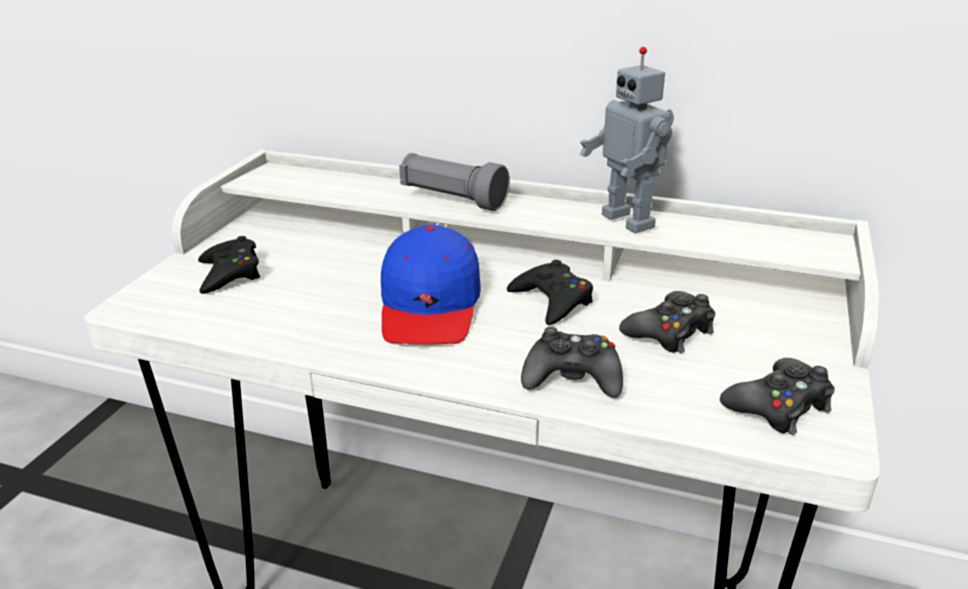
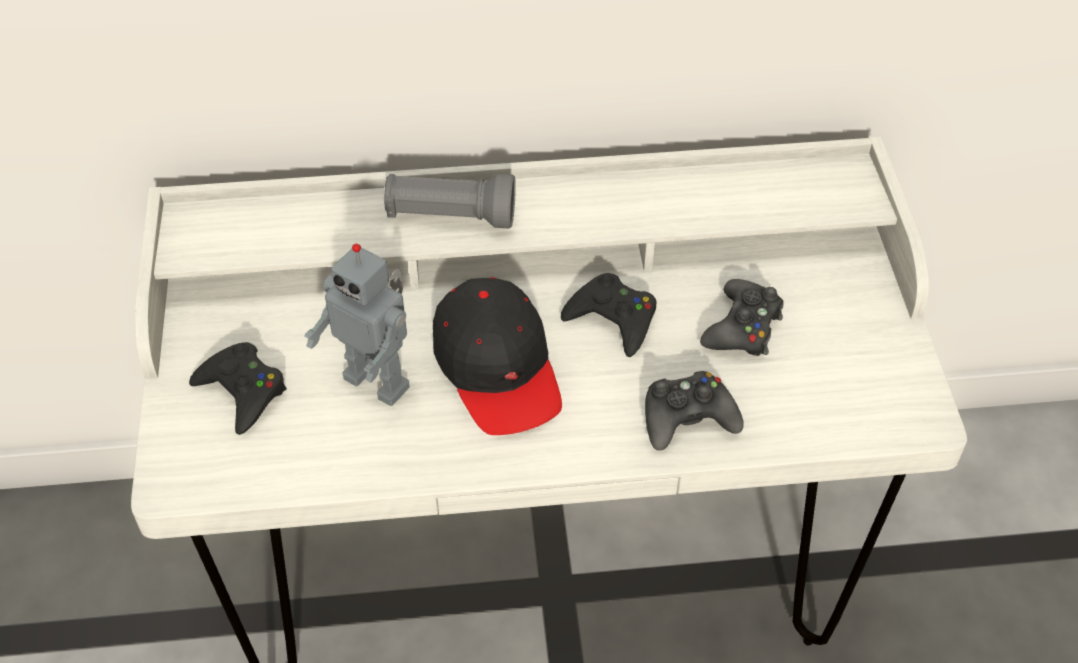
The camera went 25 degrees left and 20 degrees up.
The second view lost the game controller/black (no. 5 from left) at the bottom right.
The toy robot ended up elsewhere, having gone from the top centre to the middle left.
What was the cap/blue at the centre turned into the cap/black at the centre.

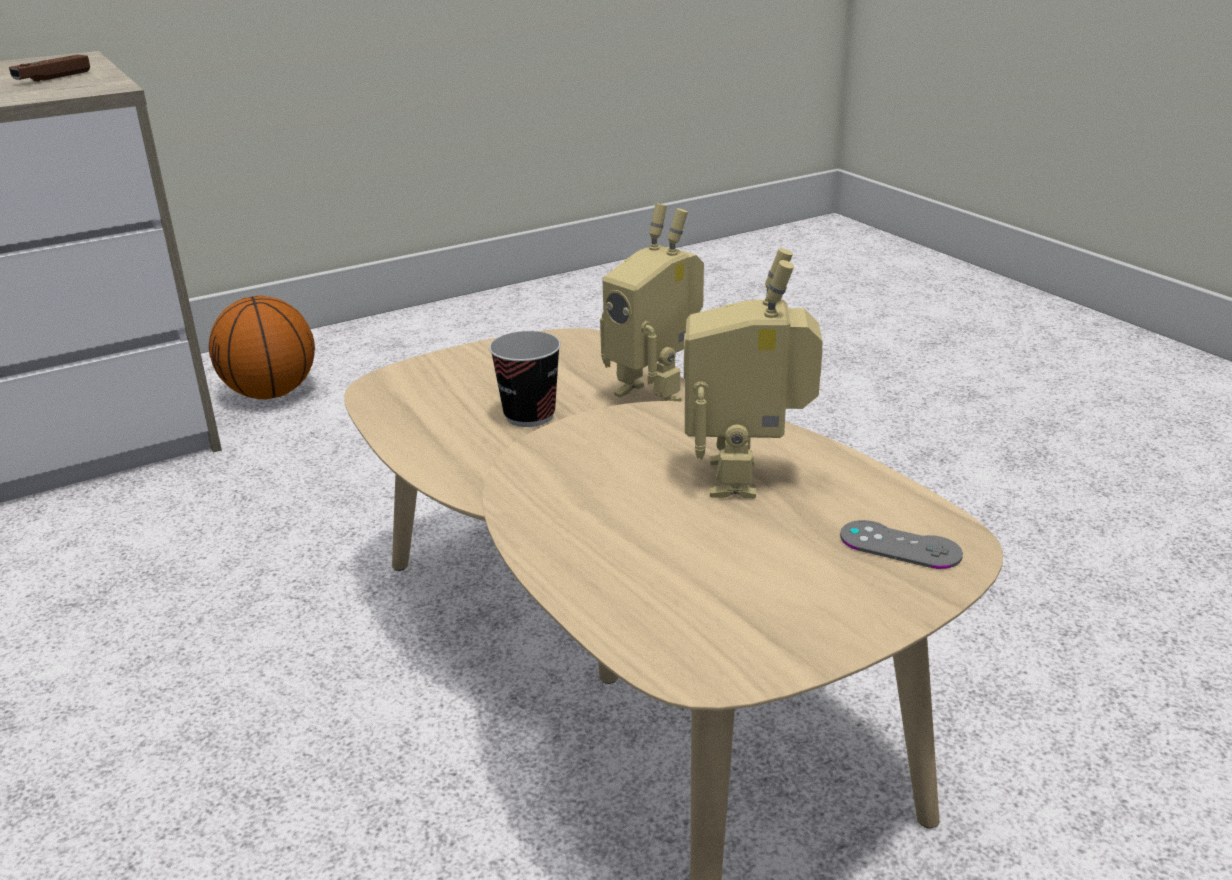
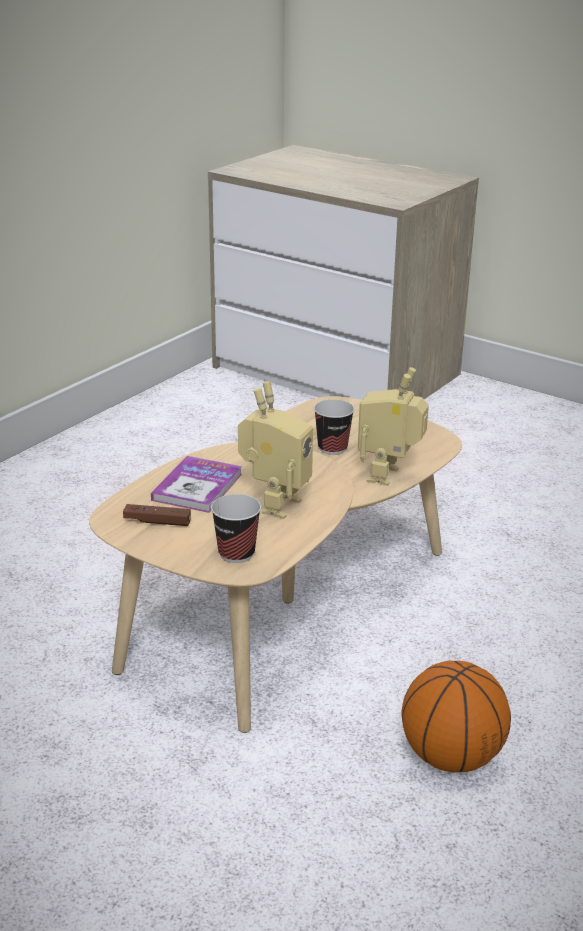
The camera went 65 degrees right and 0 degrees up.
The second view gained the book at the centre.
The game controller/brown ended up elsewhere, having gone from the top left to the middle left.
The basketball ended up elsewhere, having gone from the middle left to the bottom right.
Where the game controller/grey stood at the middle right, the cup (no. 1 from left) came to stand at the centre.
The toy robot (no. 2 from left in the first image) at the centre ended up facing another way, 135 degrees clockwise from before.

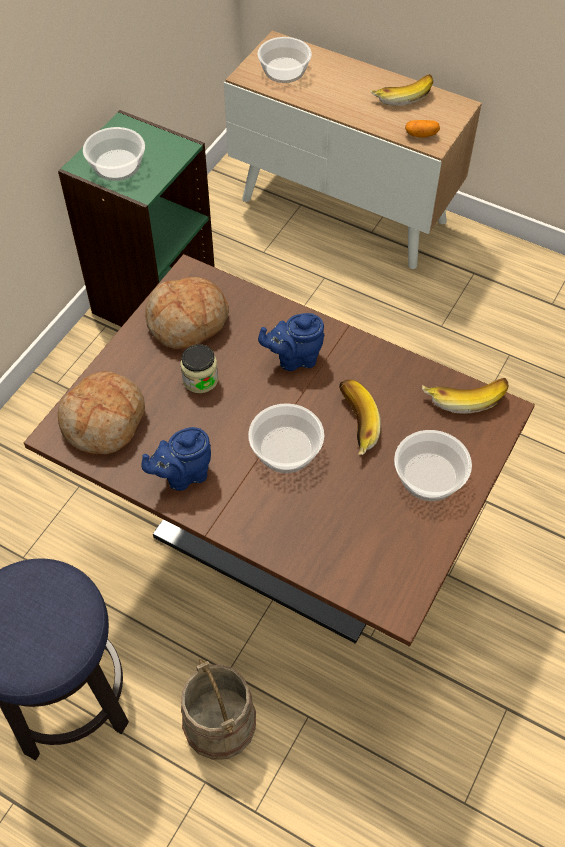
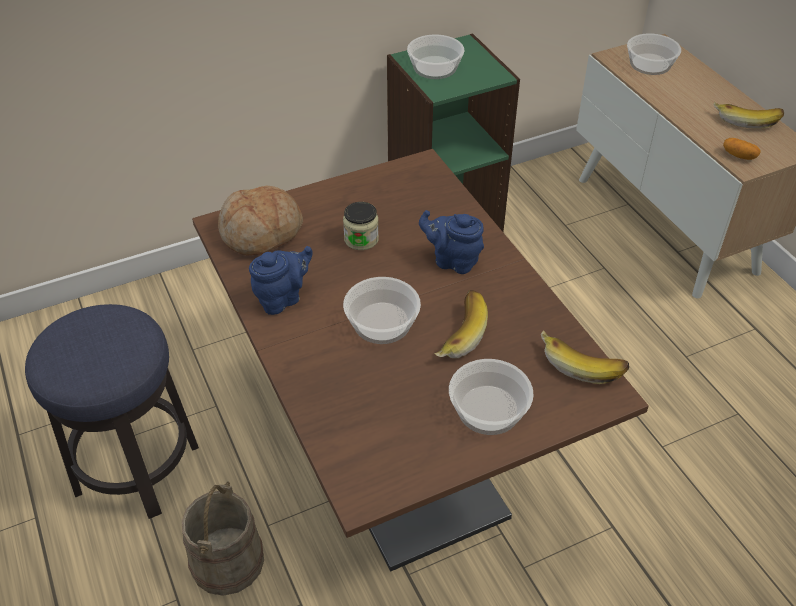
The camera went 35 degrees right and 10 degrees down.
The second view lost the bread (no. 2 from left) at the middle left.
The teapot/blue (no. 1 from left) at the middle left ended up facing another way, 135 degrees clockwise from before.

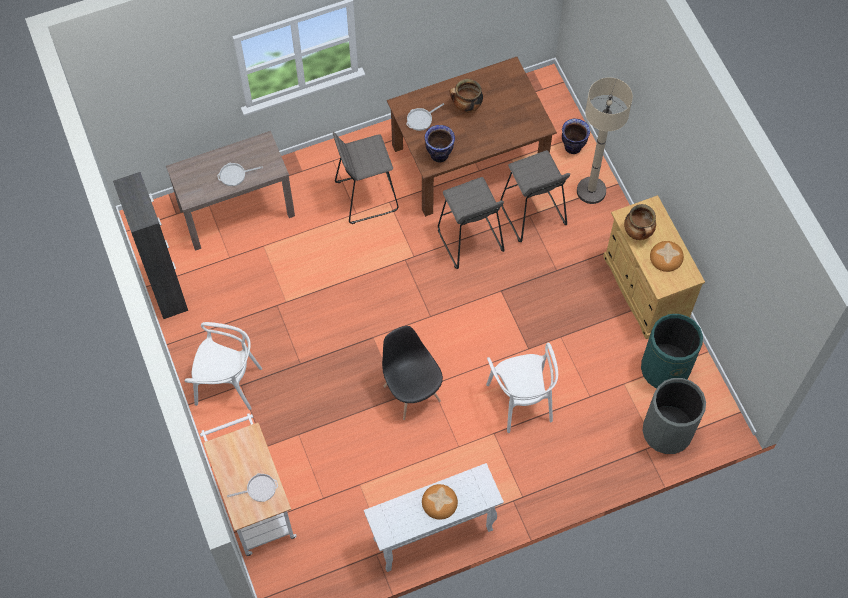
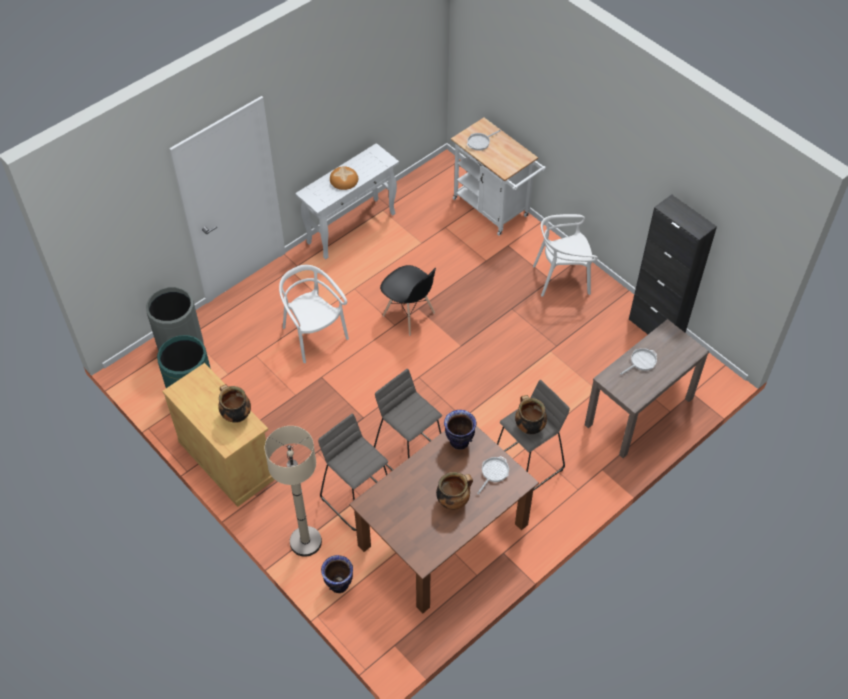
The camera went 160 degrees right and 10 degrees down.
The second view lost the bread (no. 2 from left) at the middle right.
The second view gained the cooking pot (no. 3 from left) at the centre.

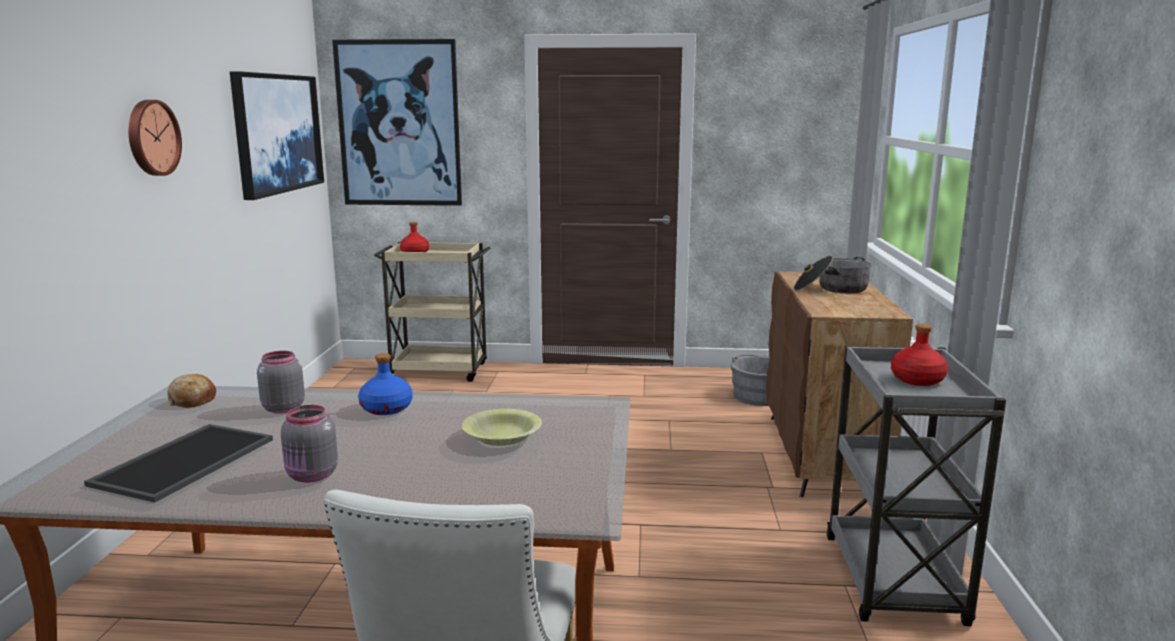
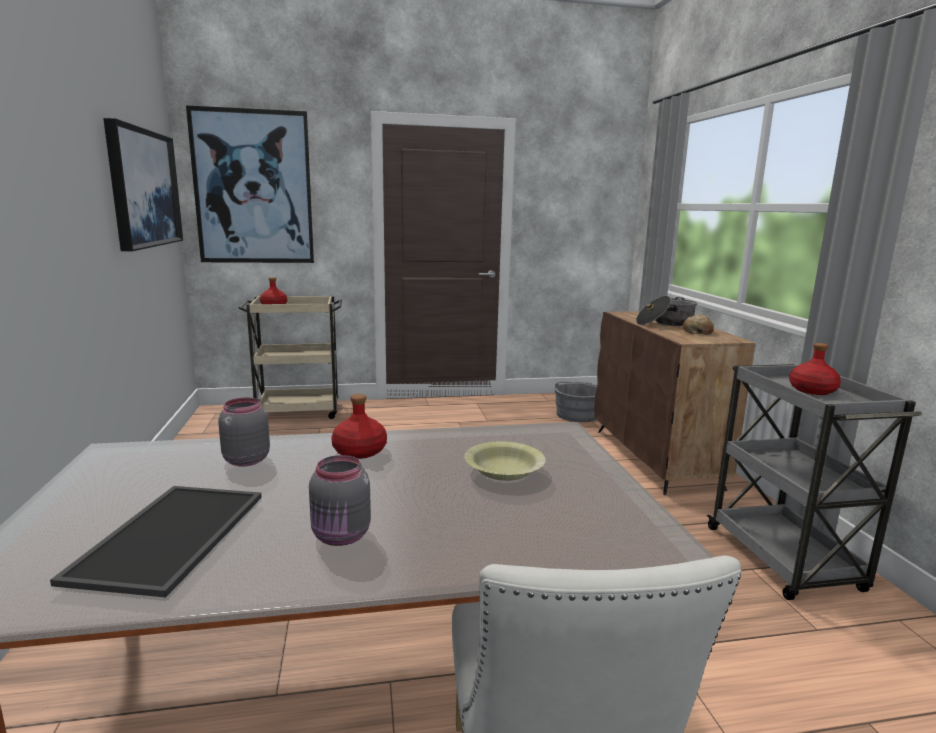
The camera went 15 degrees left and 0 degrees up.
The second view lost the wall clock at the top left.
The bread ended up elsewhere, having gone from the middle left to the middle right.
What was the bottle/blue at the middle left turned into the bottle/red (no. 2 from left) at the centre.

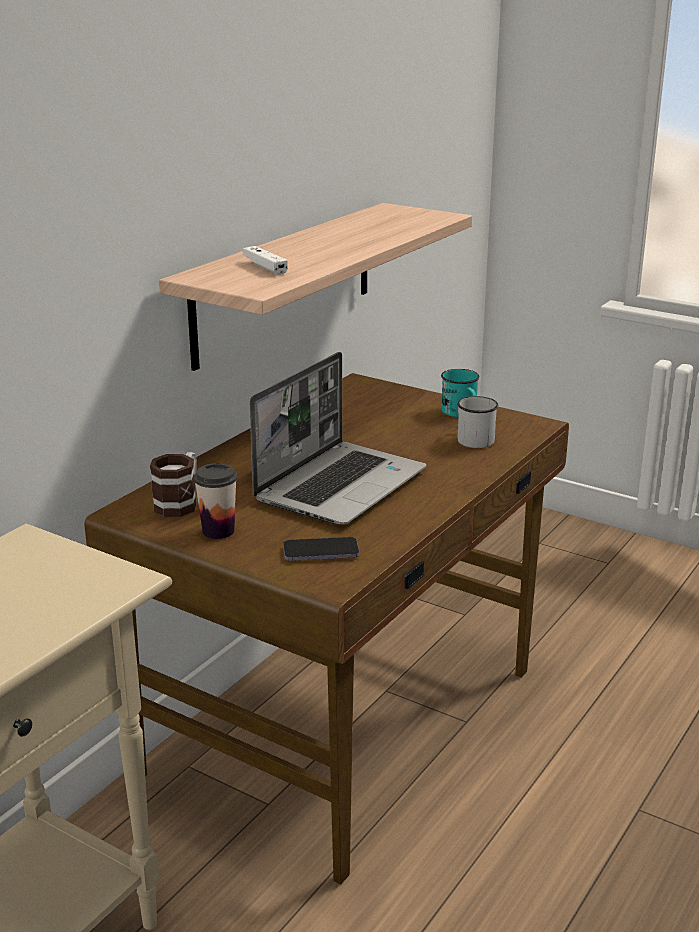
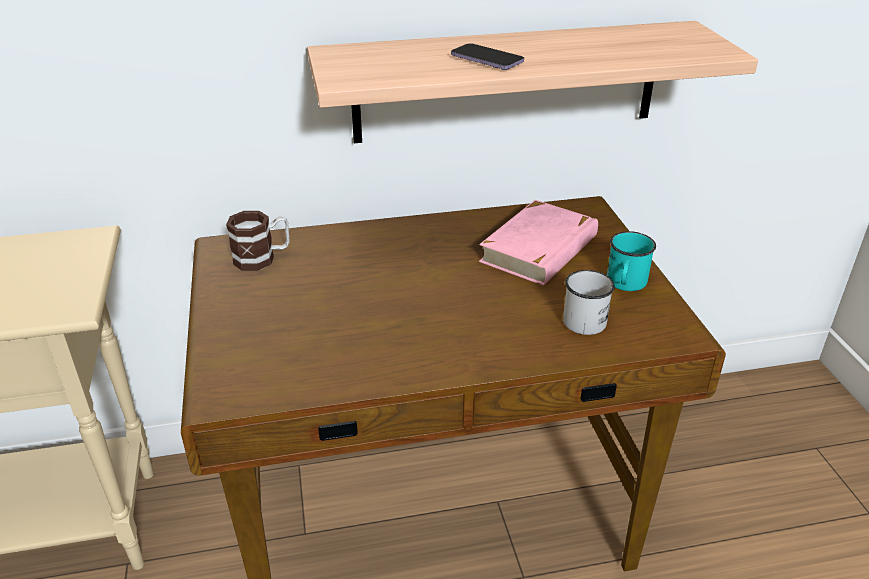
The camera went 45 degrees right and 10 degrees up.
The second view lost the cup at the middle left.
The second view lost the game controller/white at the top centre.
The second view lost the laptop at the centre.
The second view gained the book/pink at the centre.
The phone ended up elsewhere, having gone from the centre to the top centre.

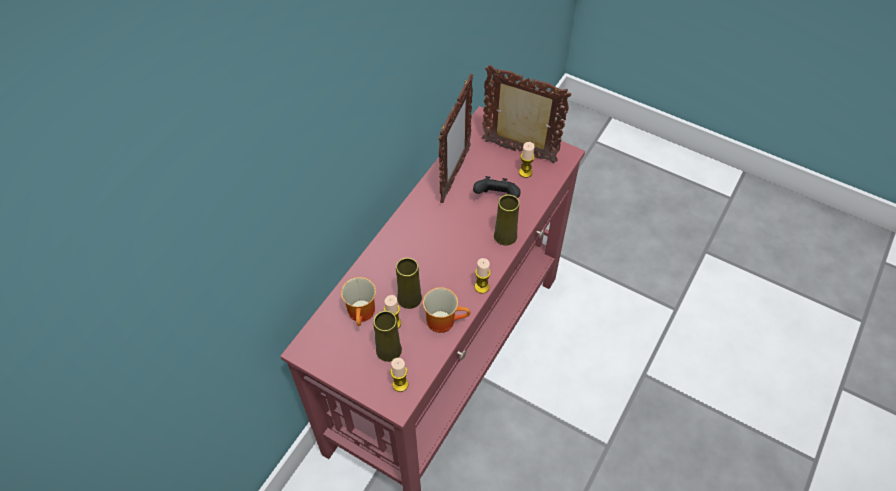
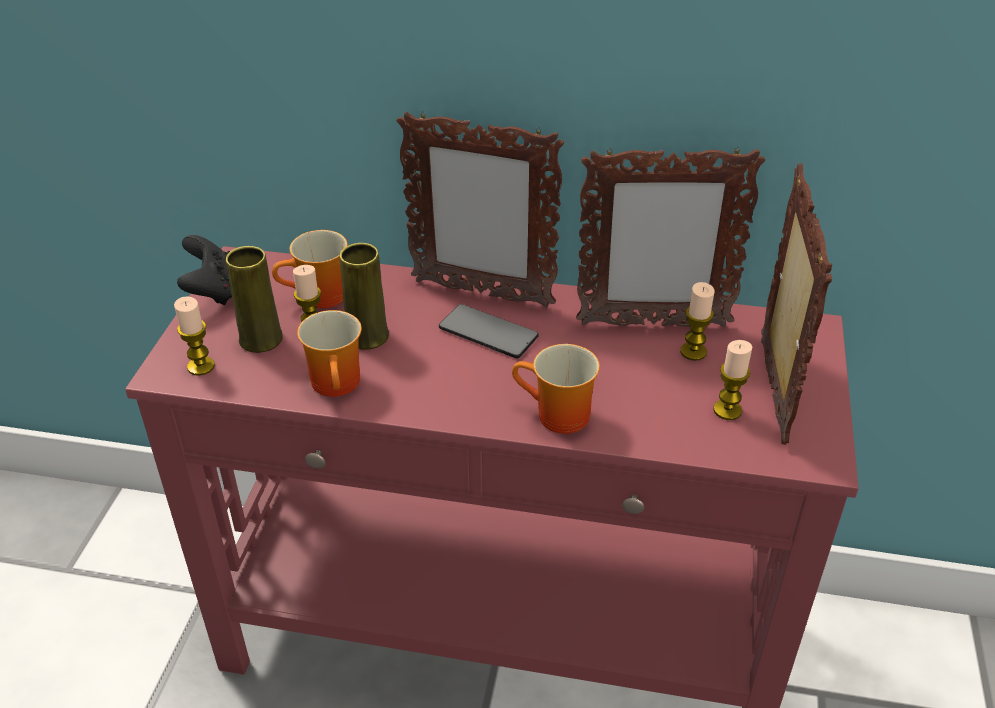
The camera went 70 degrees right and 15 degrees down.
The second view gained the picture frame (no. 1 from left) at the top centre.
The second view gained the phone at the centre.
The game controller/black ended up elsewhere, having gone from the centre to the middle left.
The candle (no. 3 from left) ended up elsewhere, having gone from the centre to the middle right.
Where the vase/yellow (no. 3 from left) stood at the centre, the mug (no. 3 from left) came to stand at the centre.

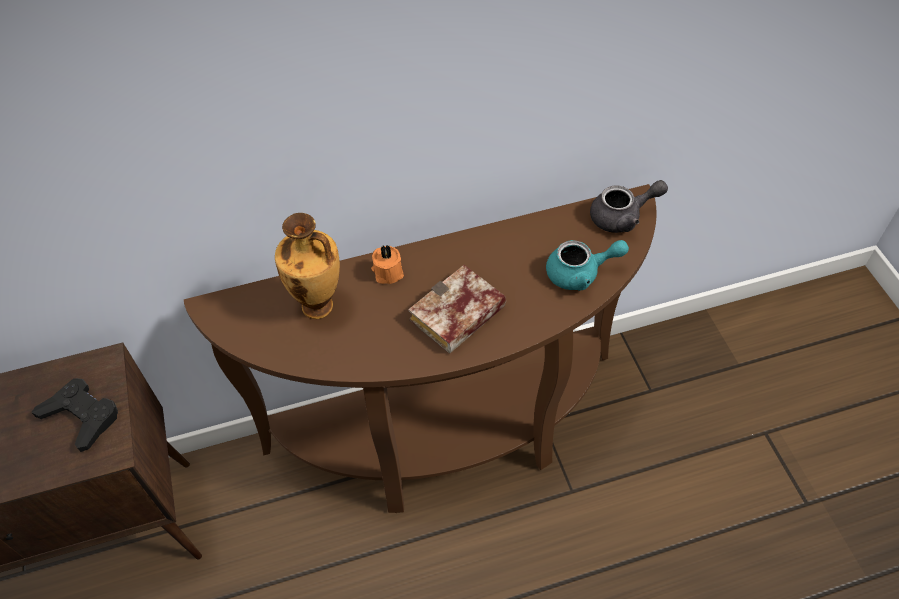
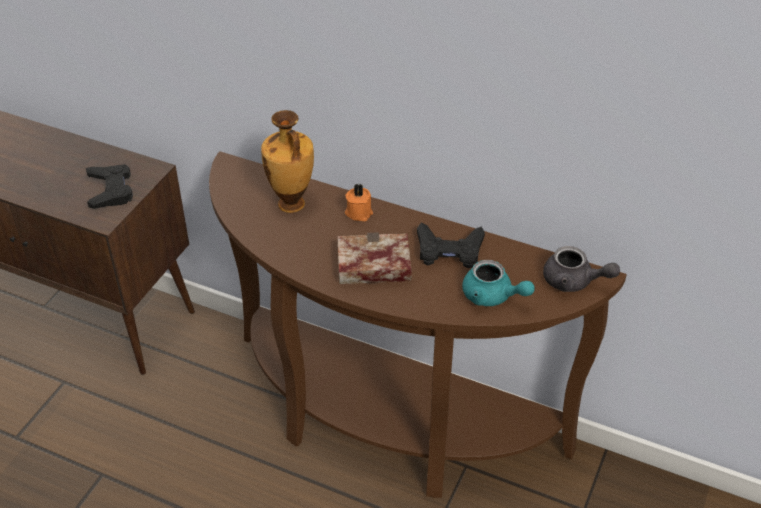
The camera went 40 degrees right and 10 degrees down.
The second view gained the game controller/black (no. 2 from left) at the centre.

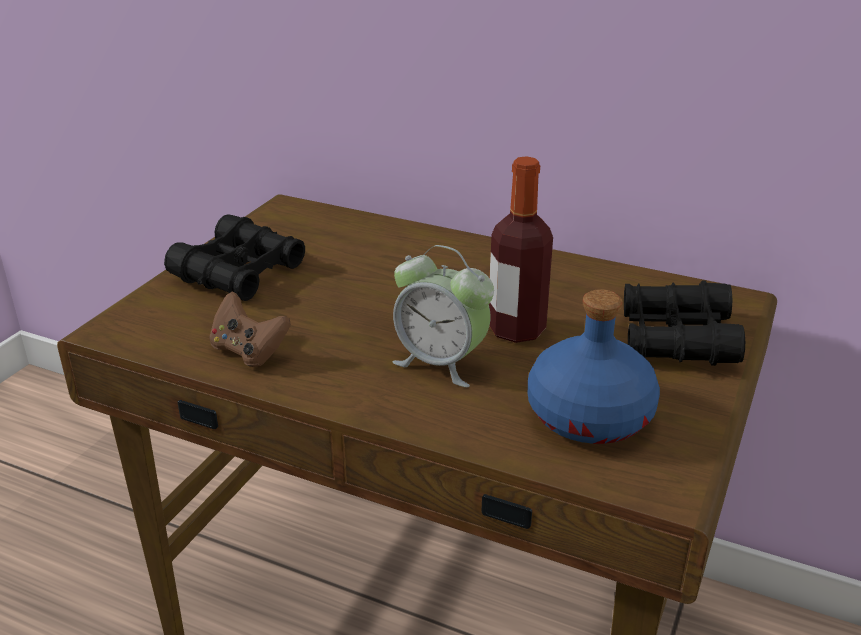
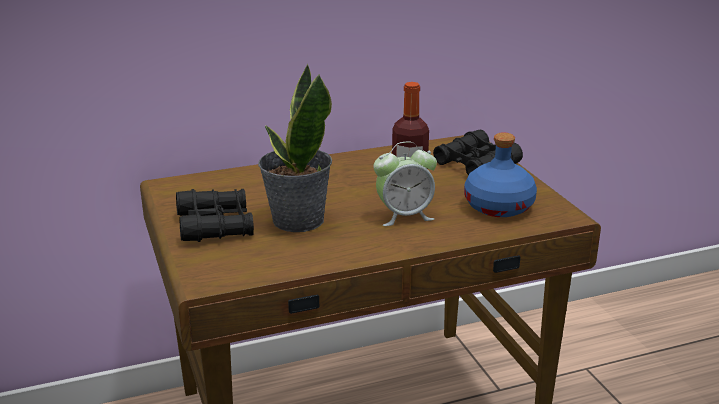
The camera went 45 degrees left and 5 degrees down.
The second view lost the game controller/brown at the middle left.
The second view gained the potted plant at the centre.

